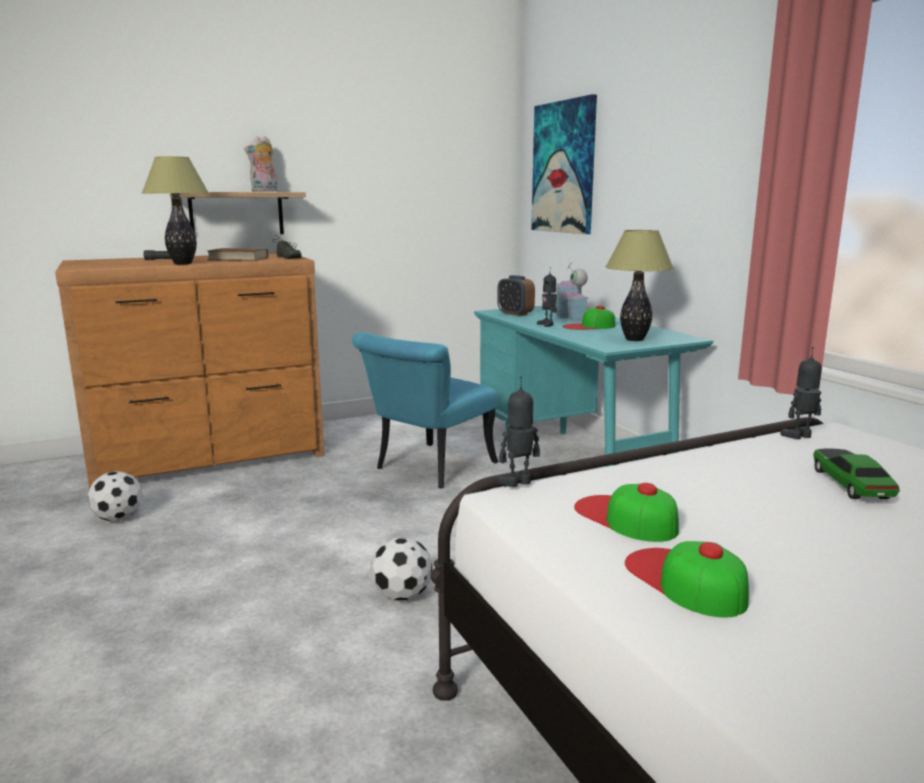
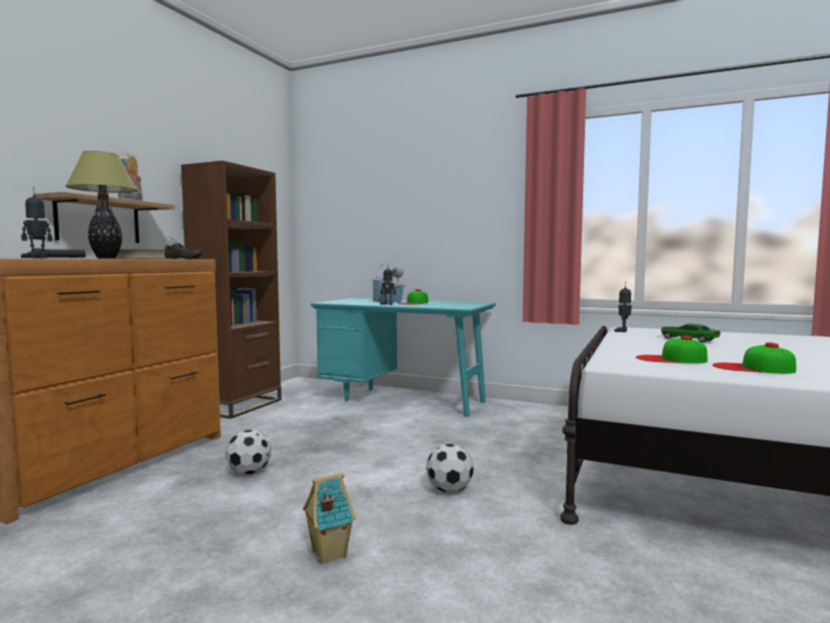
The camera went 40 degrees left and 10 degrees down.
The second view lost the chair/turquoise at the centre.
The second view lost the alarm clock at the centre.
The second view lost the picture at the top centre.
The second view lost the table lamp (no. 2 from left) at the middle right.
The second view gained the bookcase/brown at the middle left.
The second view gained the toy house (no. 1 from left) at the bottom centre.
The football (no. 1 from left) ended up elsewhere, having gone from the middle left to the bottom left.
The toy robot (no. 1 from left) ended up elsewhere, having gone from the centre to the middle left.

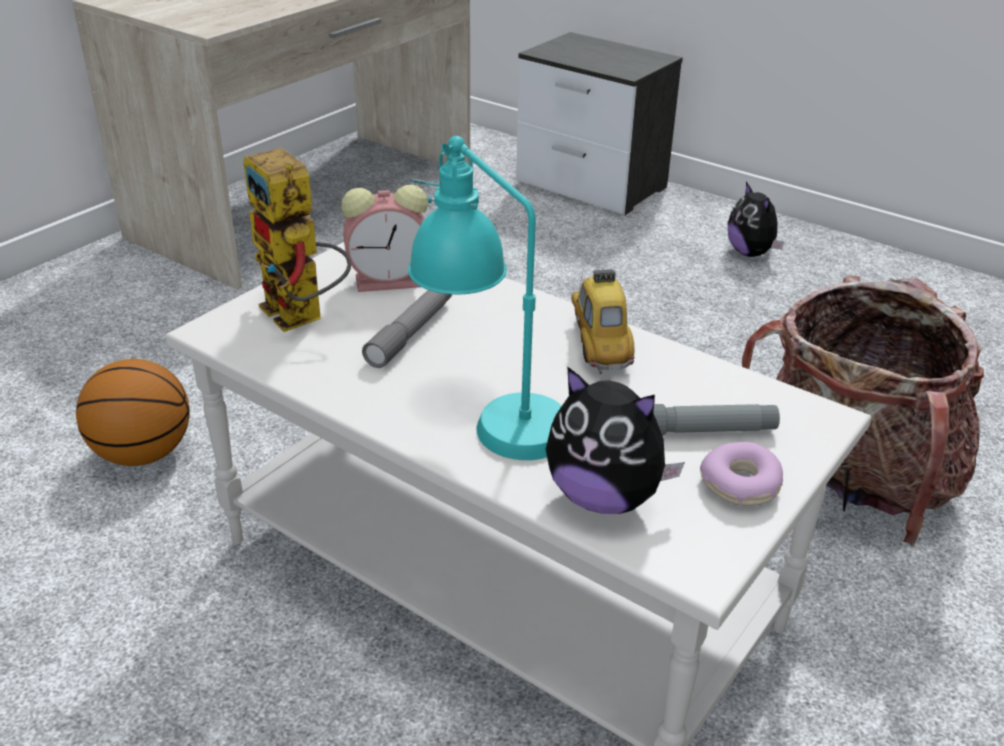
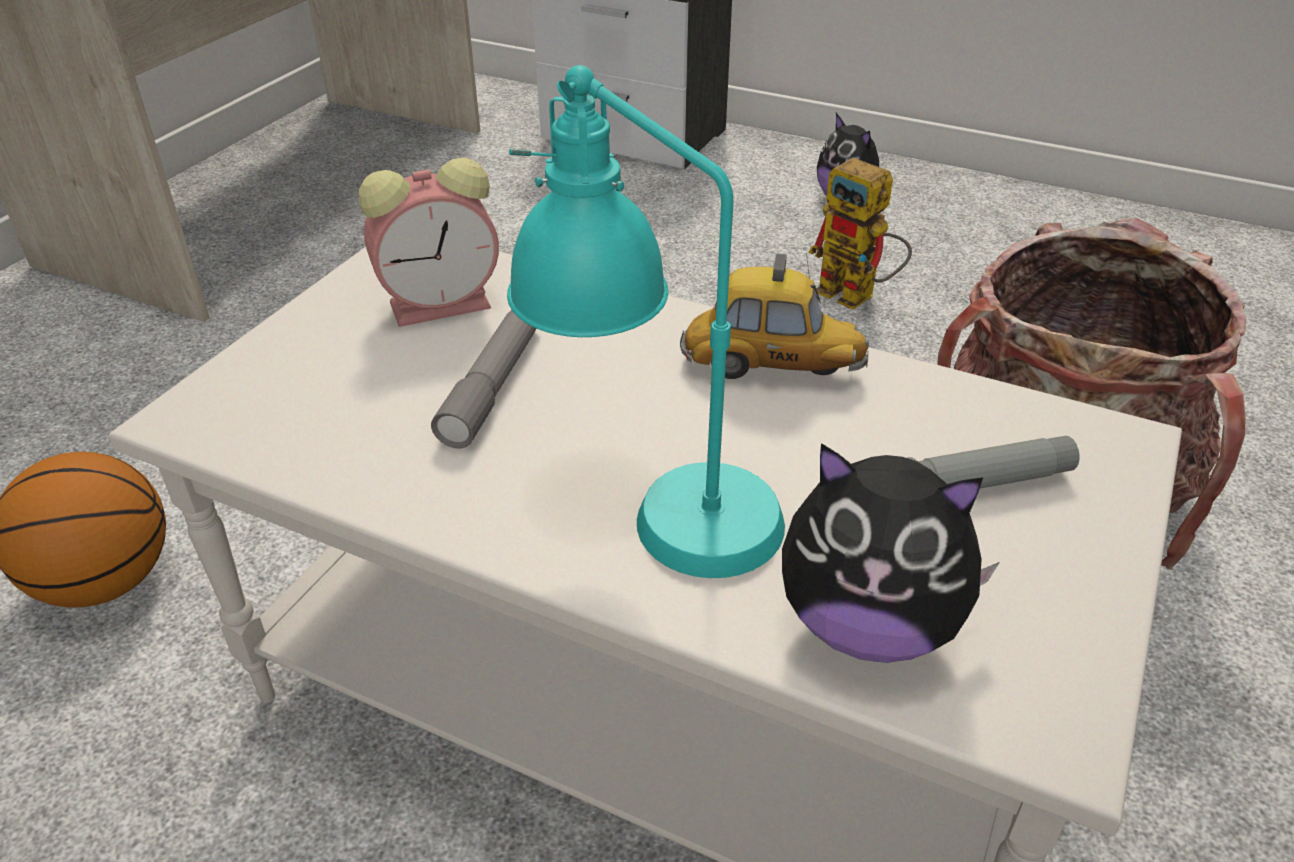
The camera went 10 degrees left and 5 degrees up.
The second view lost the donut at the middle right.
The toy robot ended up elsewhere, having gone from the top left to the top centre.
The toy car at the centre ended up facing another way, 120 degrees clockwise from before.

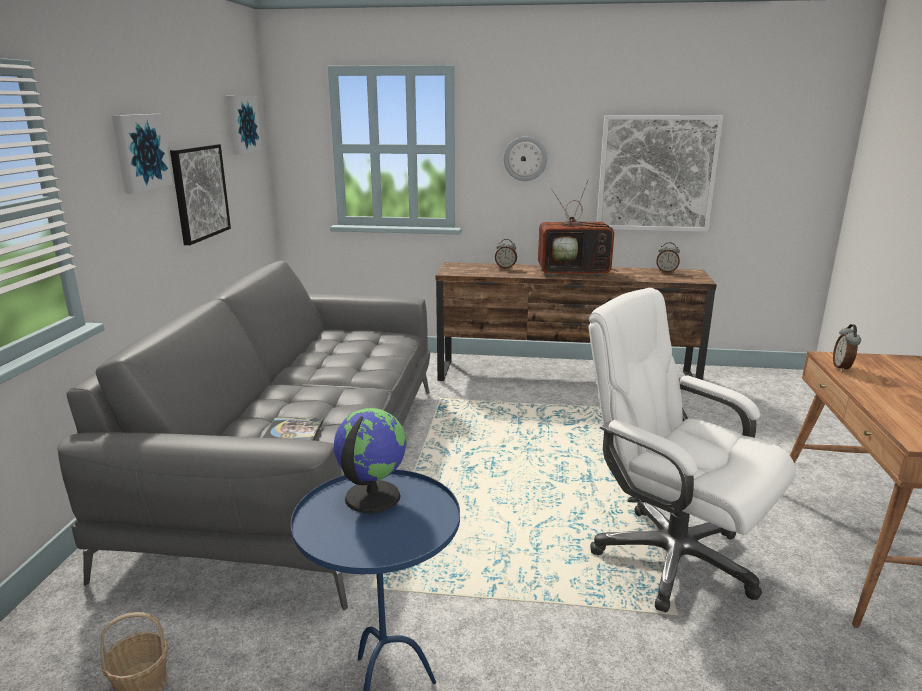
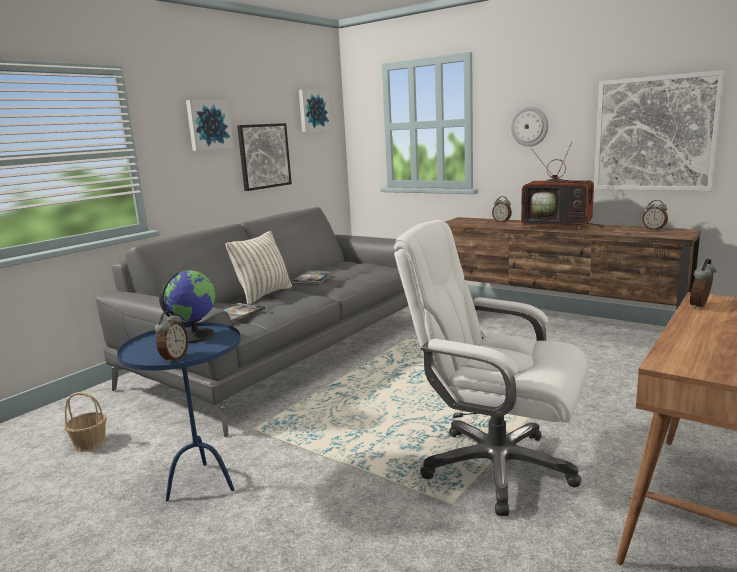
The camera went 30 degrees right and 5 degrees down.
The second view gained the alarm clock (no. 1 from left) at the middle left.
The second view gained the pillow at the centre.
The second view gained the book (no. 2 from left) at the centre.
The office chair/white at the middle right ended up facing another way, 45 degrees counterclockwise from before.

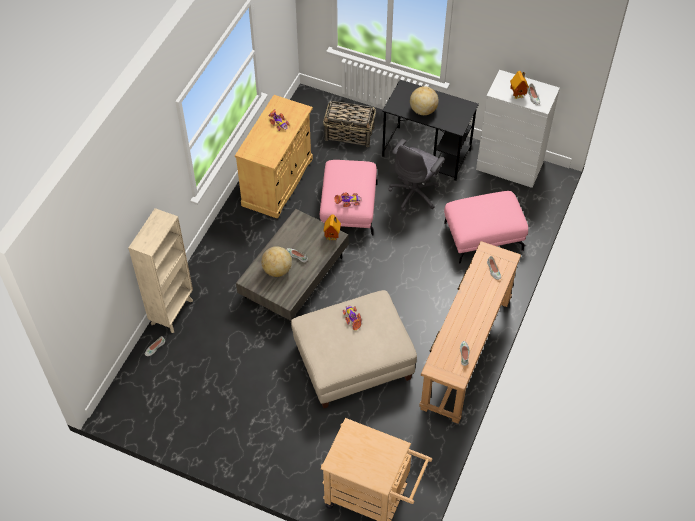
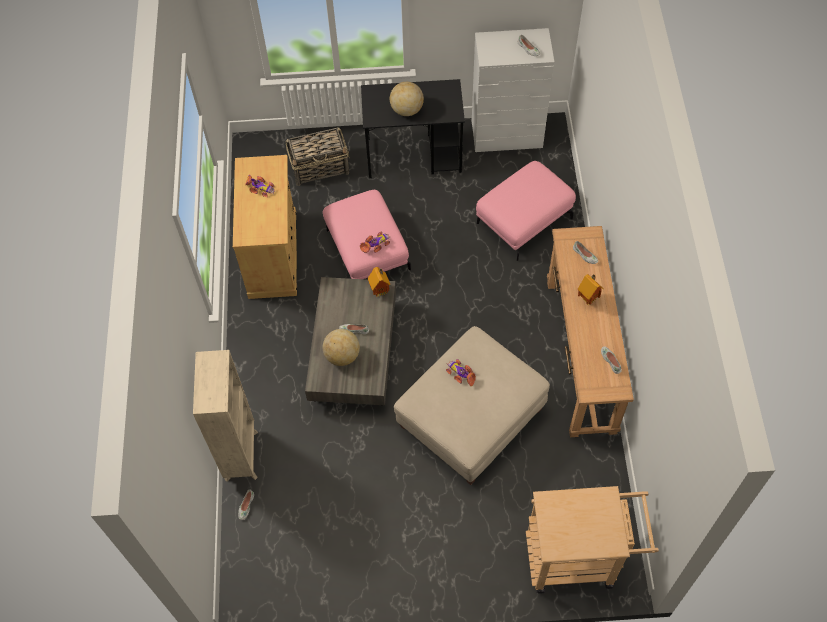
The camera went 25 degrees left and 5 degrees up.
The second view lost the office chair/grey at the centre.
The toy house (no. 2 from left) ended up elsewhere, having gone from the top right to the middle right.

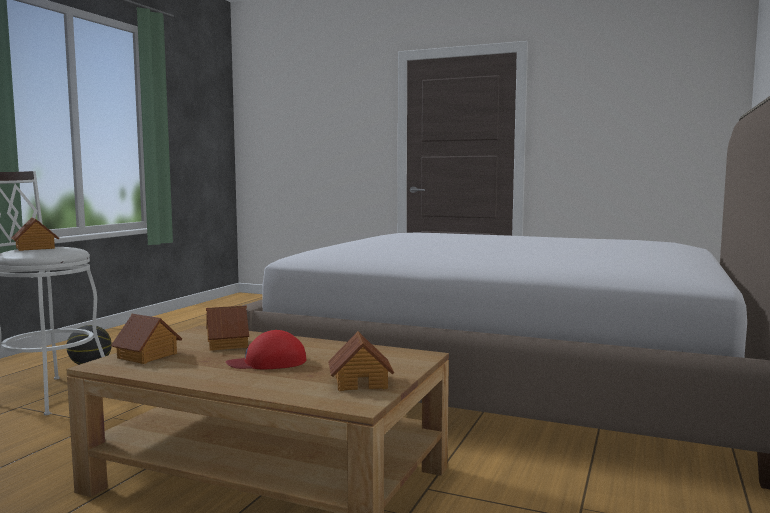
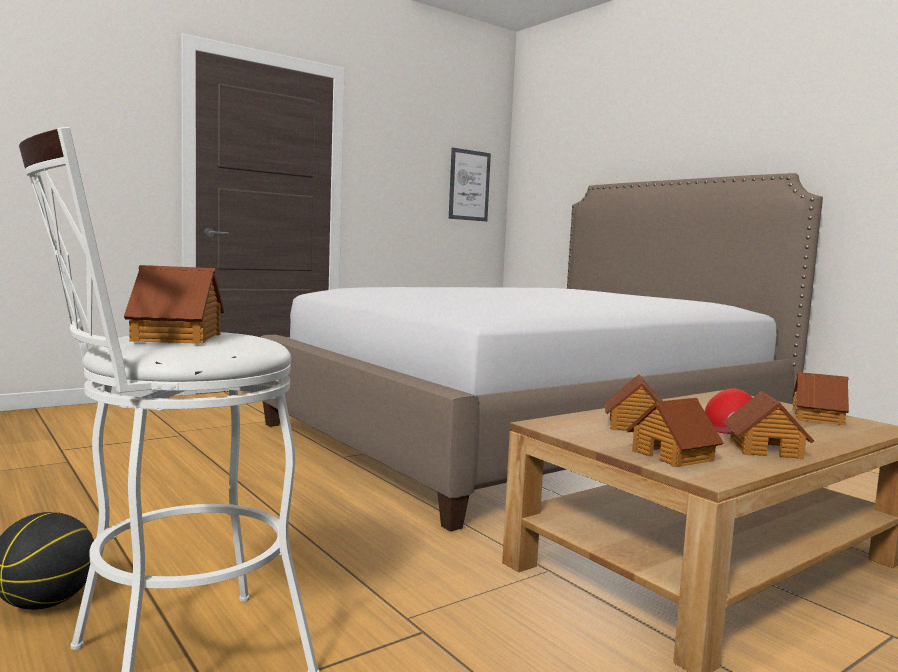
The camera went 60 degrees left and 0 degrees up.
The second view gained the picture at the top centre.
The second view gained the toy house (no. 4 from left) at the middle right.

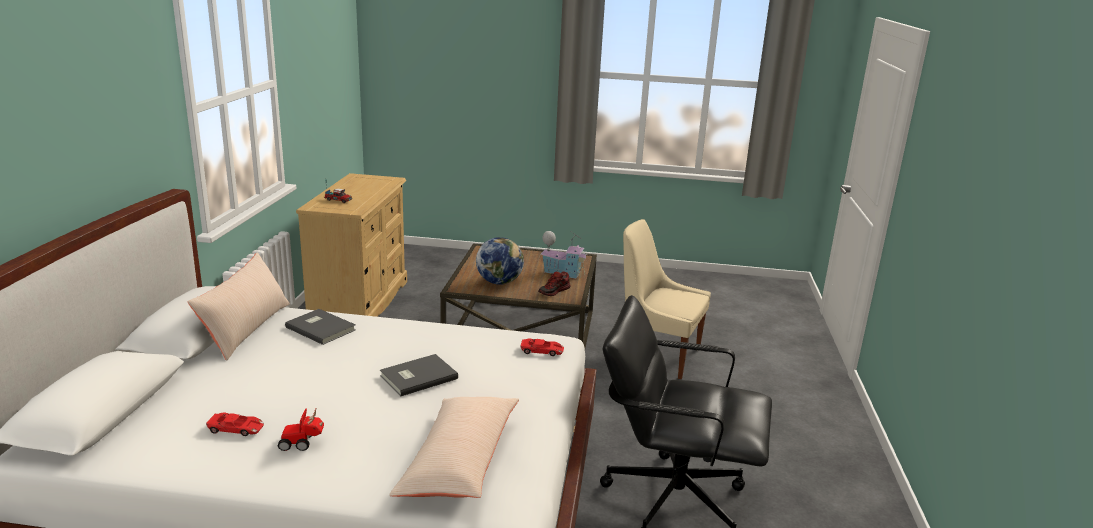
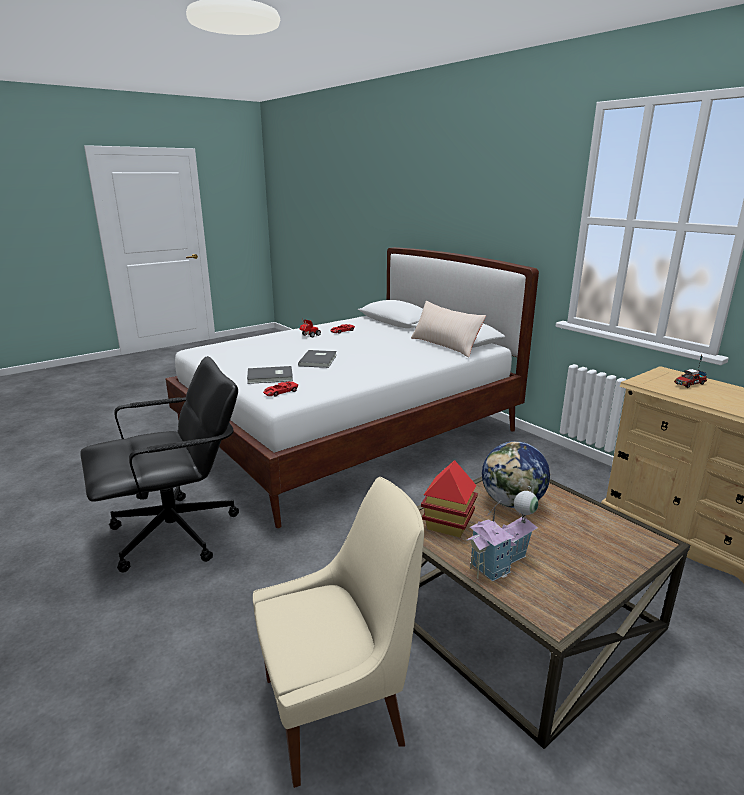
The camera went 135 degrees right and 0 degrees up.
The second view lost the pillow/beige (no. 2 from left) at the bottom centre.
The book/grey (no. 1 from left) ended up elsewhere, having gone from the middle left to the centre.
Where the shoe stood at the centre, the toy house (no. 1 from left) came to stand at the centre.

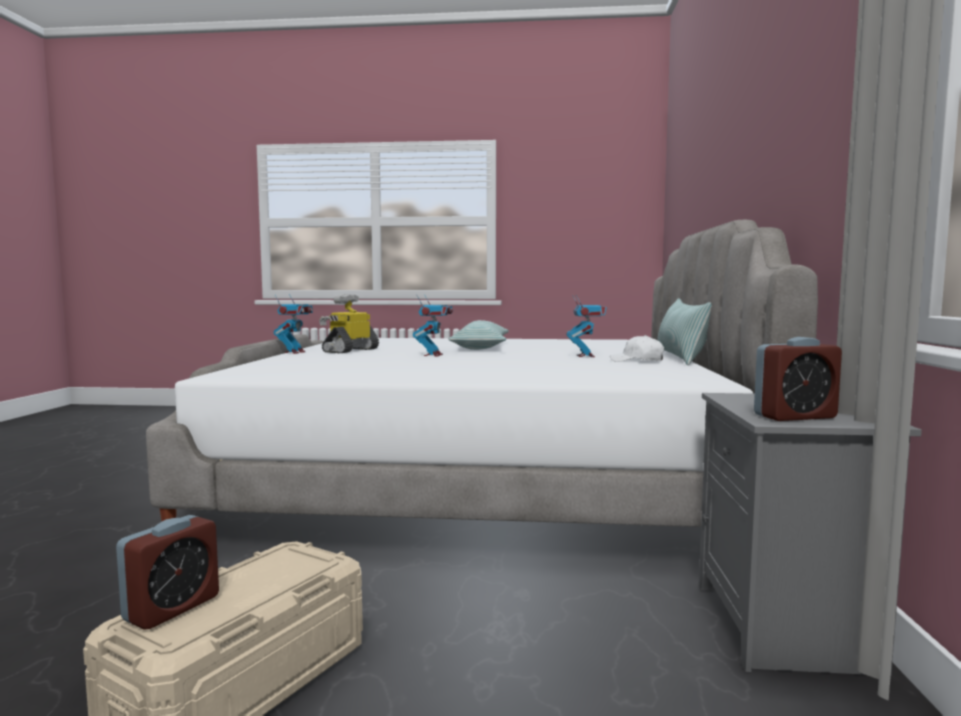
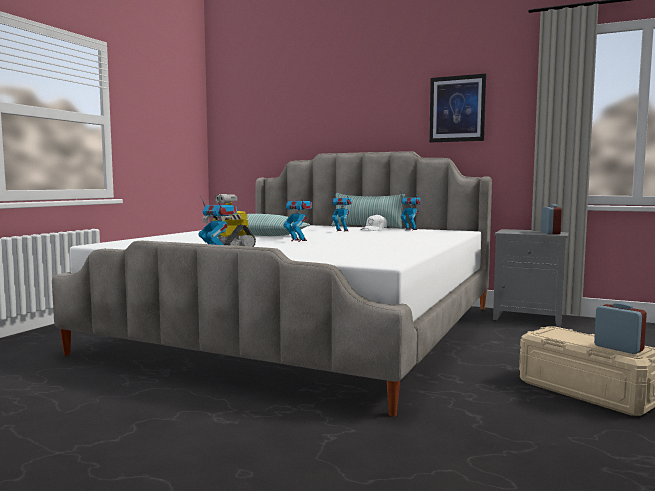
The camera went 70 degrees left and 0 degrees up.
The second view gained the toy robot (no. 5 from left) at the centre.
The second view gained the picture at the top right.

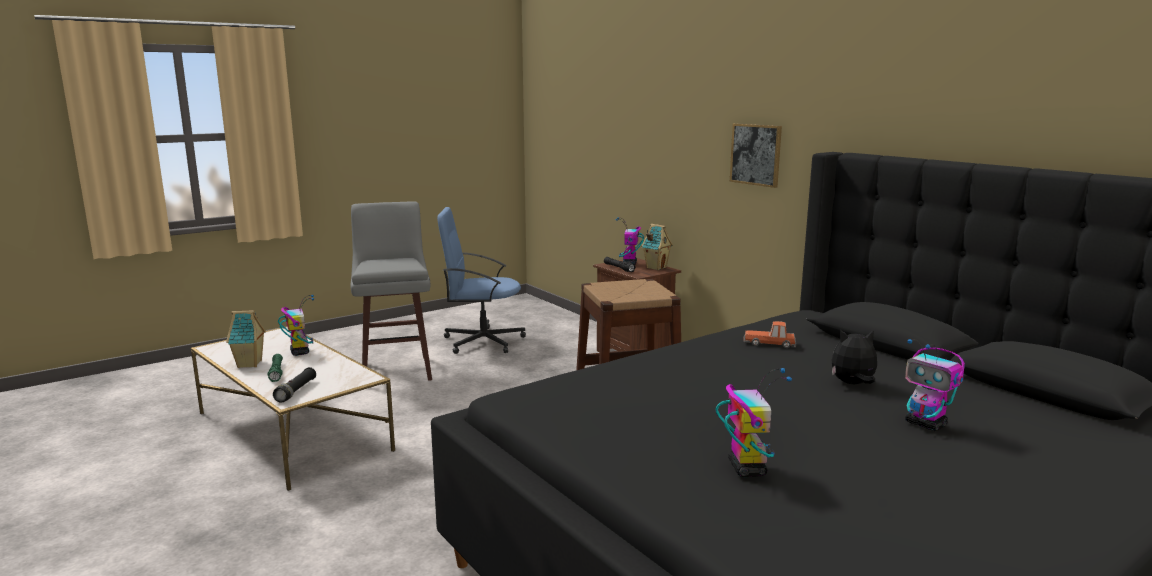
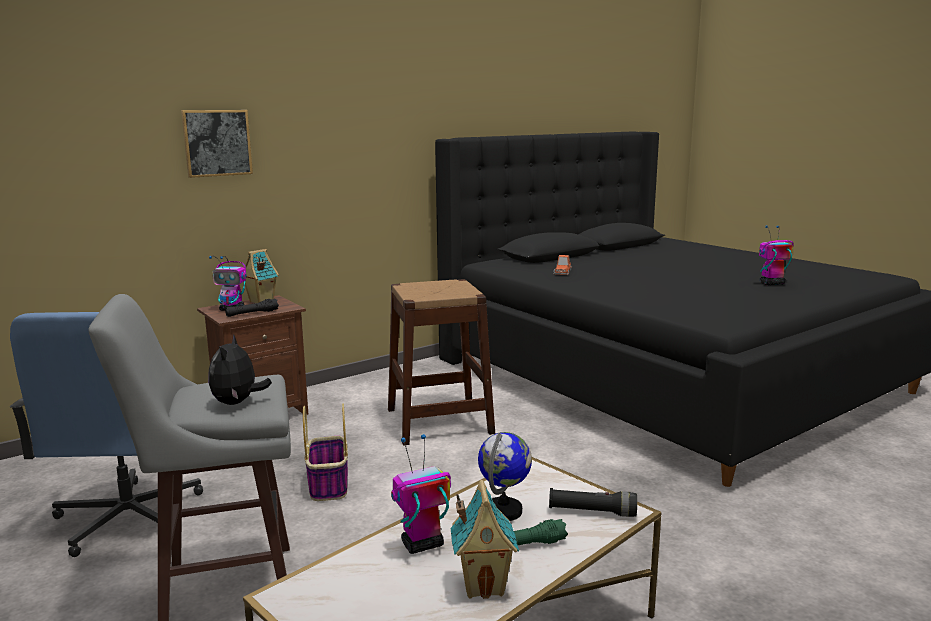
The camera went 90 degrees left and 0 degrees up.
The second view lost the toy robot (no. 4 from left) at the bottom right.
The second view gained the basket at the bottom centre.
The second view gained the globe at the bottom centre.
The picture ended up elsewhere, having gone from the top centre to the top left.
The plush toy ended up elsewhere, having gone from the middle right to the middle left.

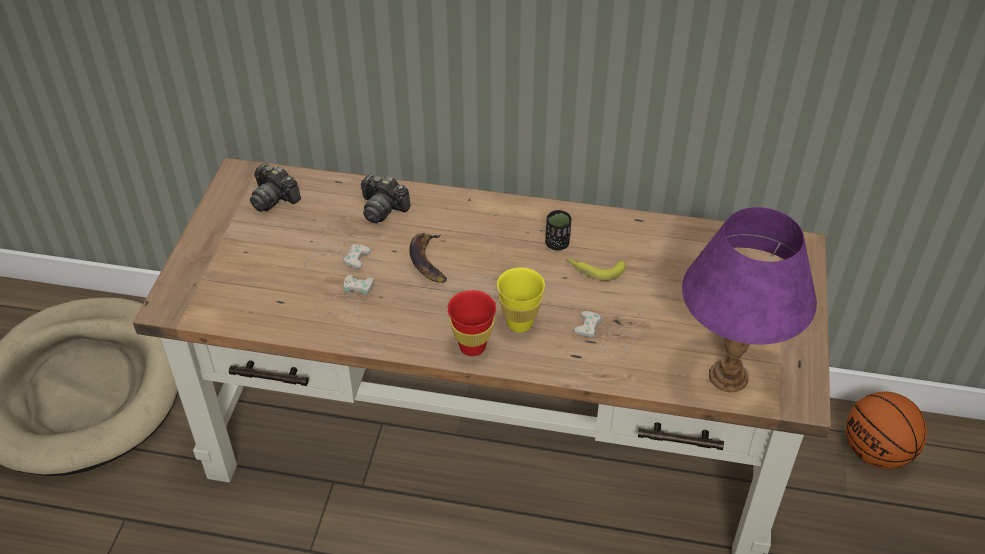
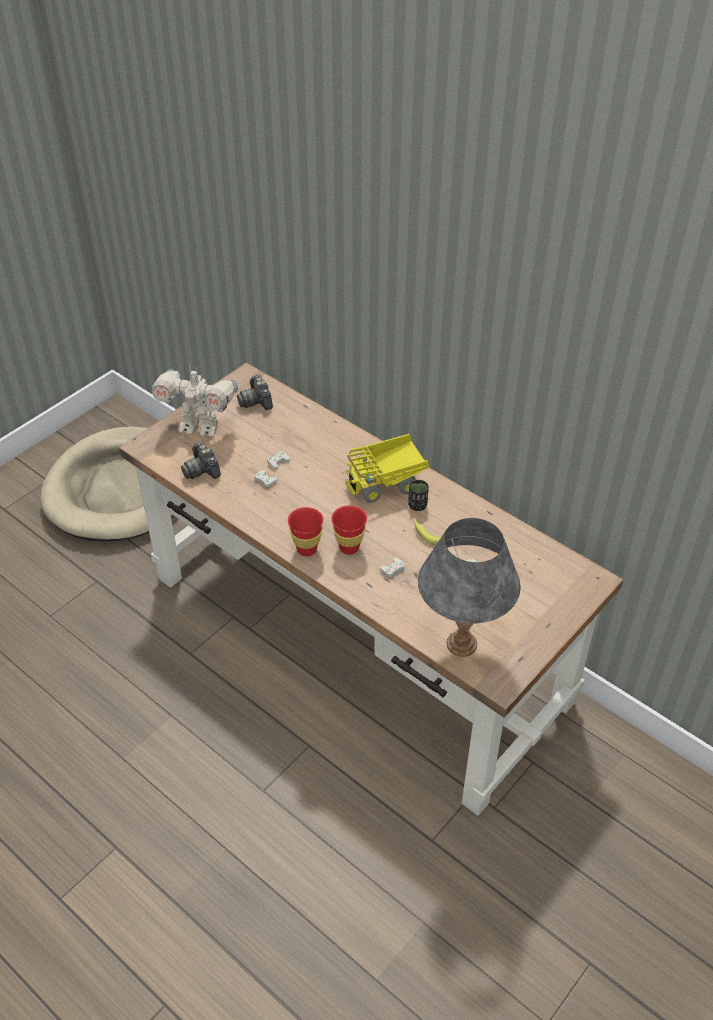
The camera went 30 degrees right and 0 degrees up.
The second view lost the banana (no. 1 from left) at the centre.
The second view lost the basketball at the bottom right.
The second view gained the toy robot at the middle left.
The second view gained the toy truck at the centre.
The photo camera (no. 2 from left in the first image) ended up elsewhere, having gone from the centre to the middle left.
What was the cup/yellow at the centre turned into the cup/red (no. 2 from left) at the centre.
What was the table lamp/purple at the middle right turned into the table lamp/grey at the centre.

